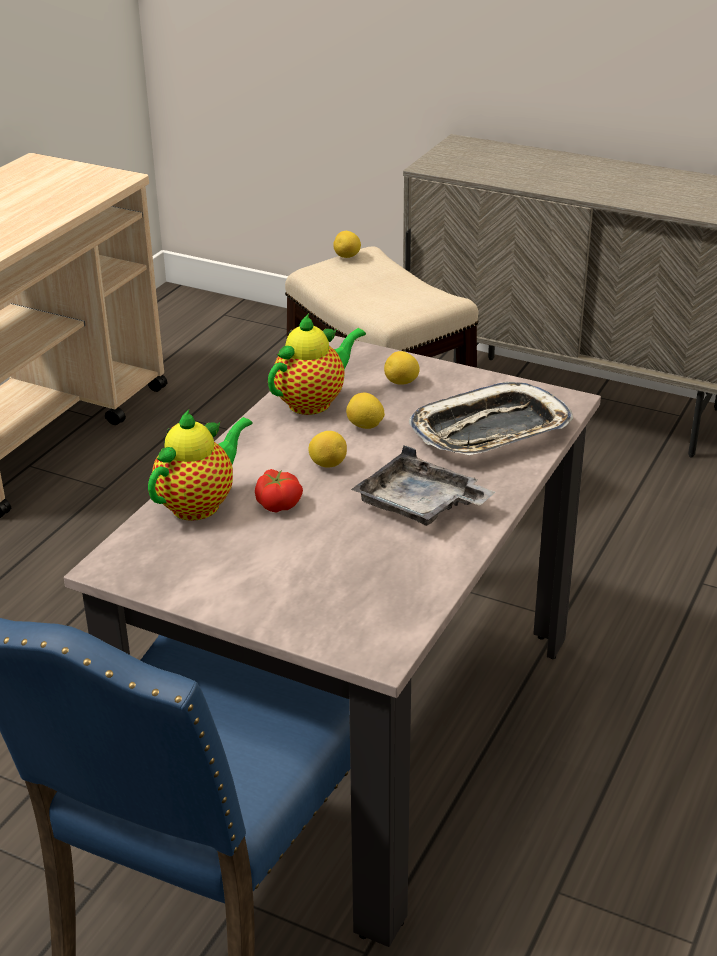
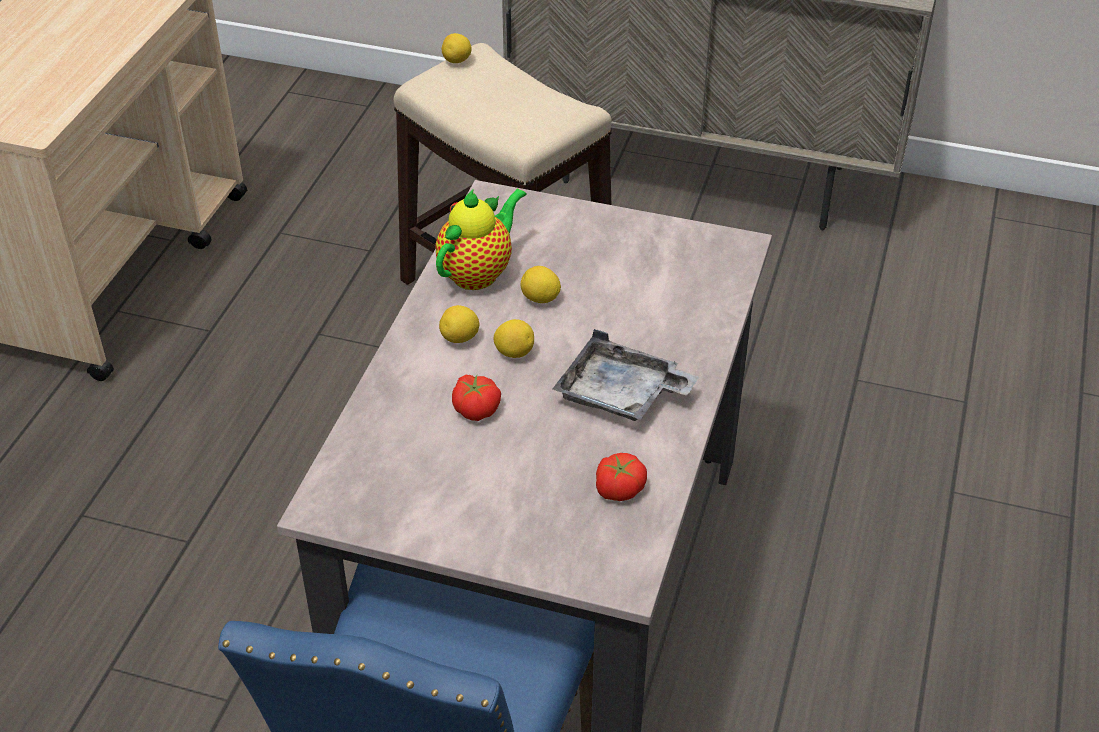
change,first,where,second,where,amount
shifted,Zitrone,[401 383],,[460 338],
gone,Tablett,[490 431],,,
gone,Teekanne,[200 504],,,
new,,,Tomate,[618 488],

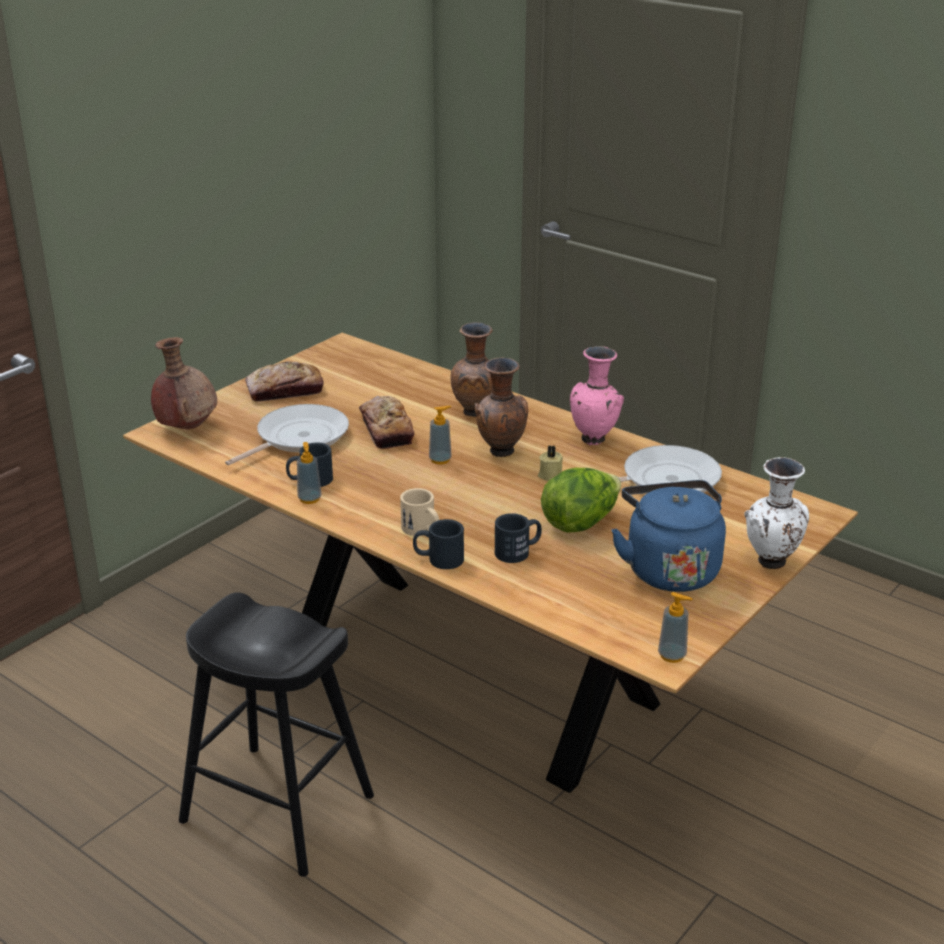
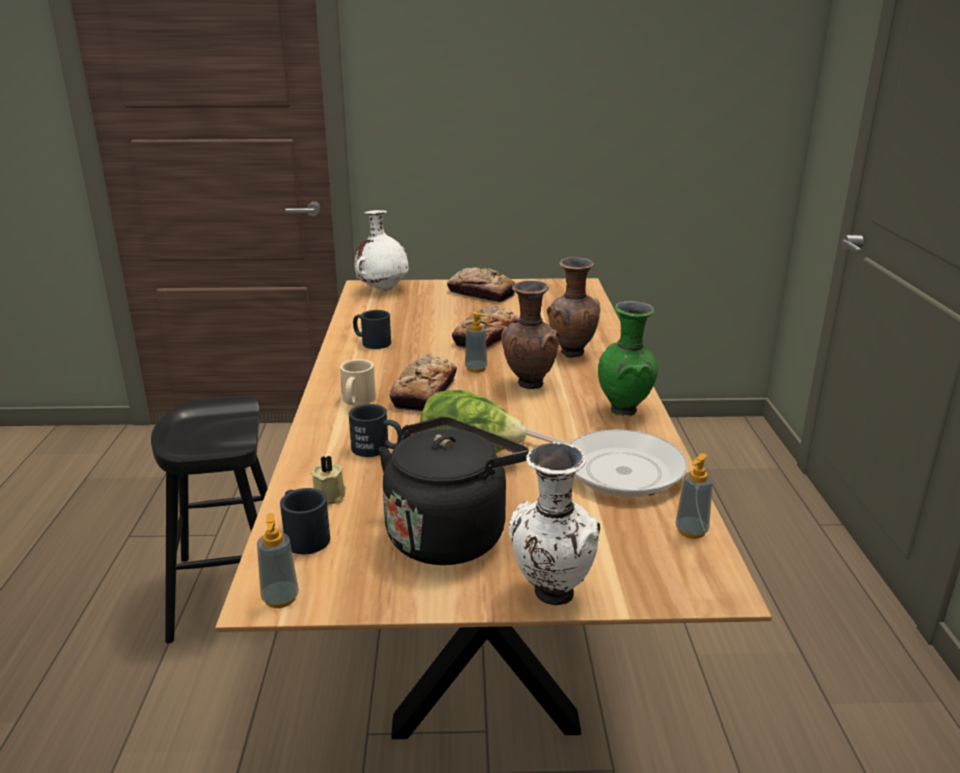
change,first,where,second,where,amount
repainted,Vase [braun],[187 427],Vase [weiß],[383 289],
repainted,Vase [rosa],[595 440],Vase [grün],[625 412],
gone,Pfanne,[298 438],,,
shifted,Seifenspender,[309 499],,[691 531],
shifted,Kerze [beige],[550 475],,[331 495],
repainted,Wasserkessel [blau],[669 569],Wasserkessel [schwarz],[450 534],
shifted,Henkelbecher [schwarz],[438 559],,[303 536],
new,,,Brot,[424 392],

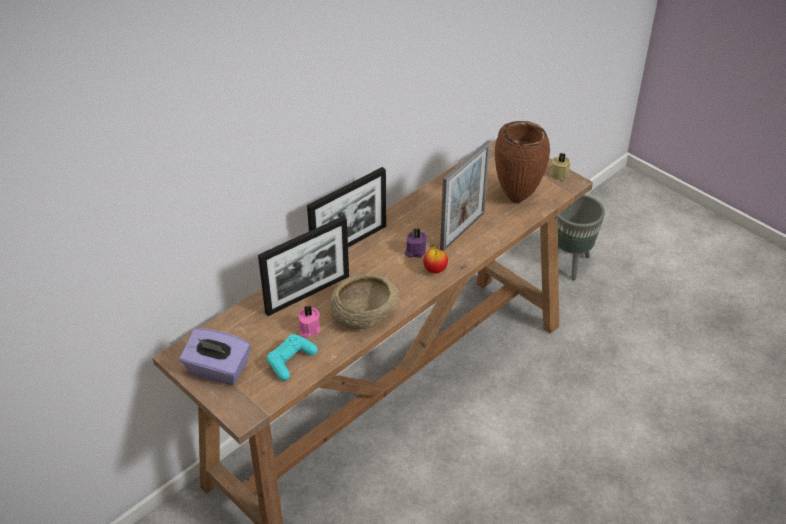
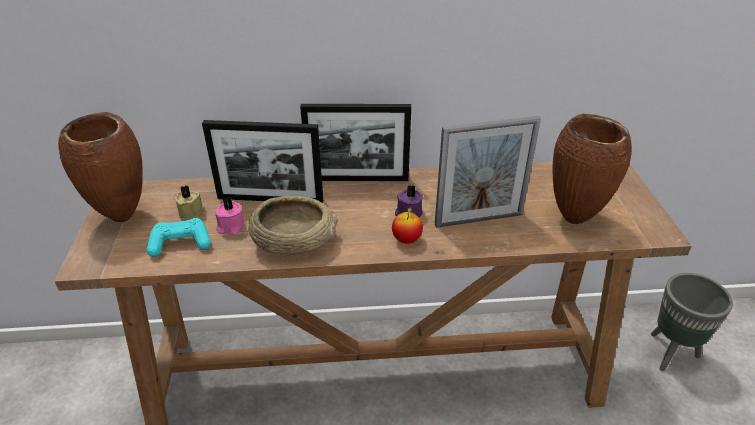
change,first,where,second,where,amount
shifted,Kerze [beige],[559 174],,[192 214],
swapped,Taschentuchbox [lila],[217 370],Vase [braun],[124 217],

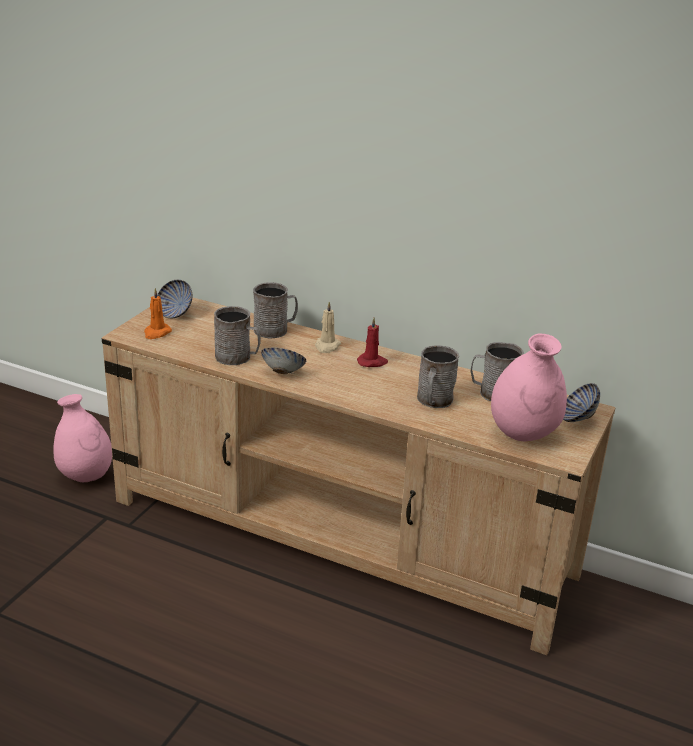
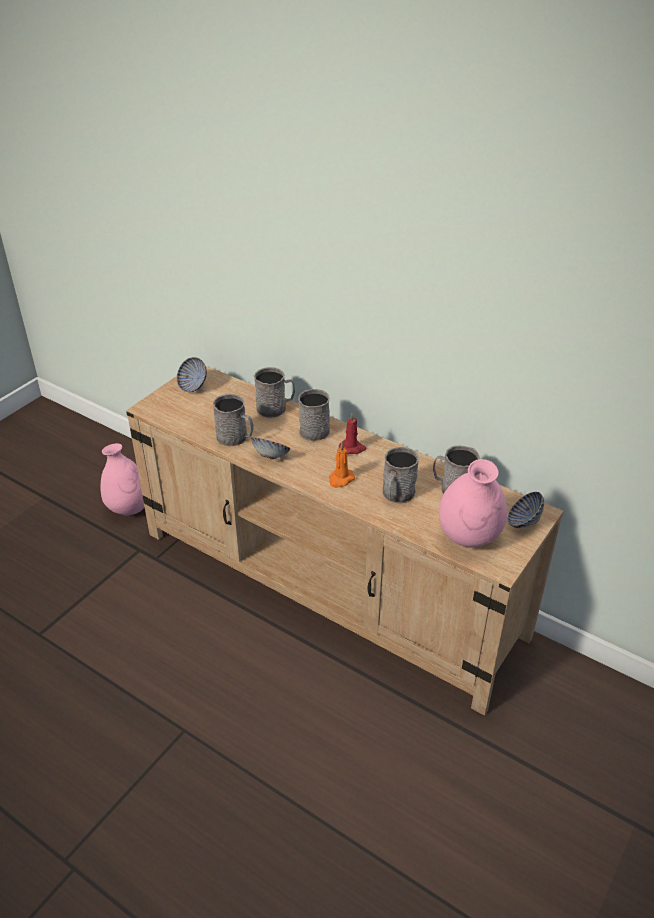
change,first,where,second,where,amount
shifted,Kerze [orange],[156 333],,[340 479],
swapped,Kerze [beige],[327 346],Henkelbecher [grau],[316 428],

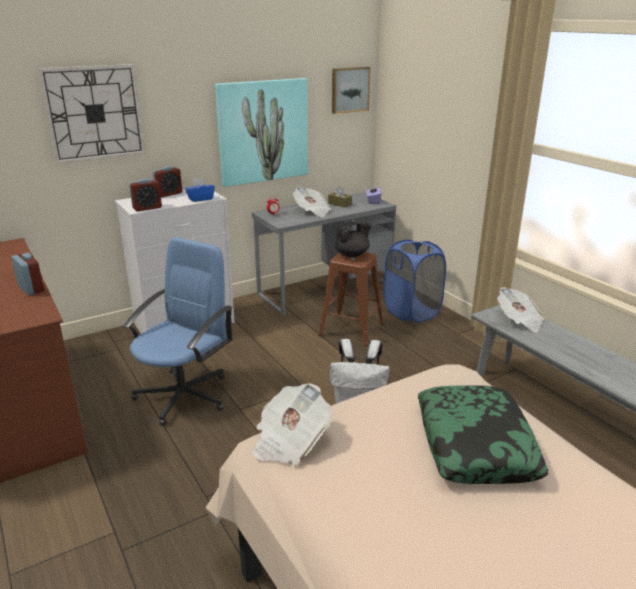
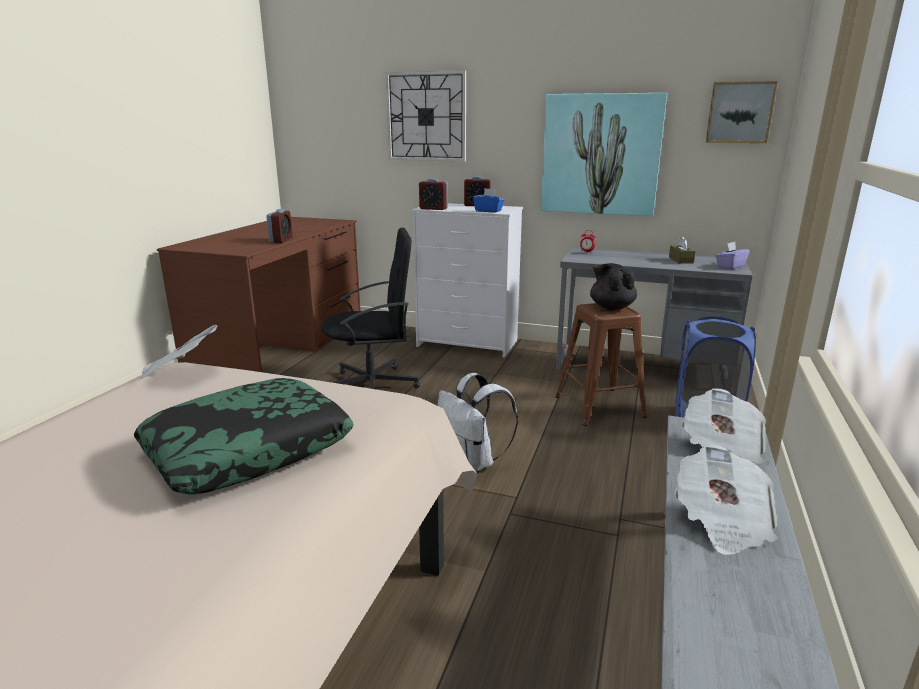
change,first,where,second,where,amount
shifted,Zeitung,[312 212],,[722 522],
rotated,Teekanne [schwarz],[352 255],,[611 307],135 degrees counterclockwise
repainted,Bürostuhl [blau],[184 395],Bürostuhl [schwarz],[373 385],

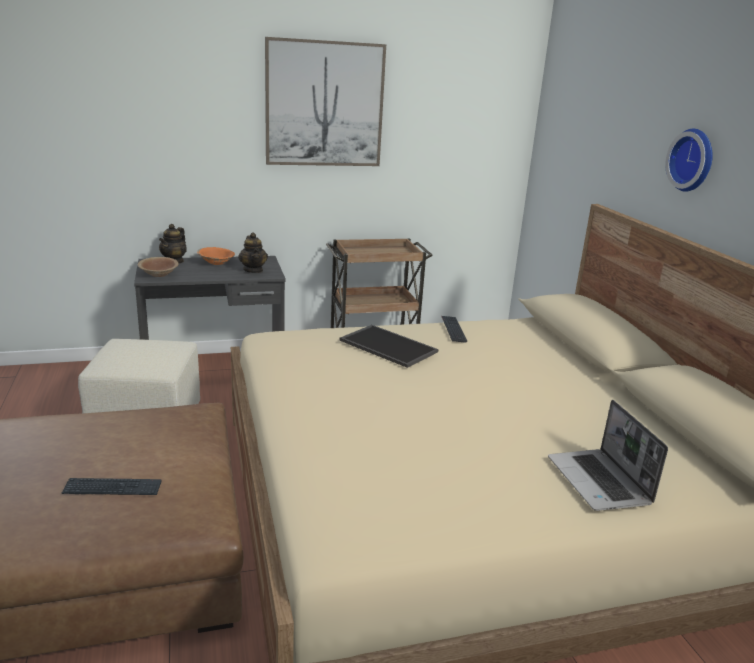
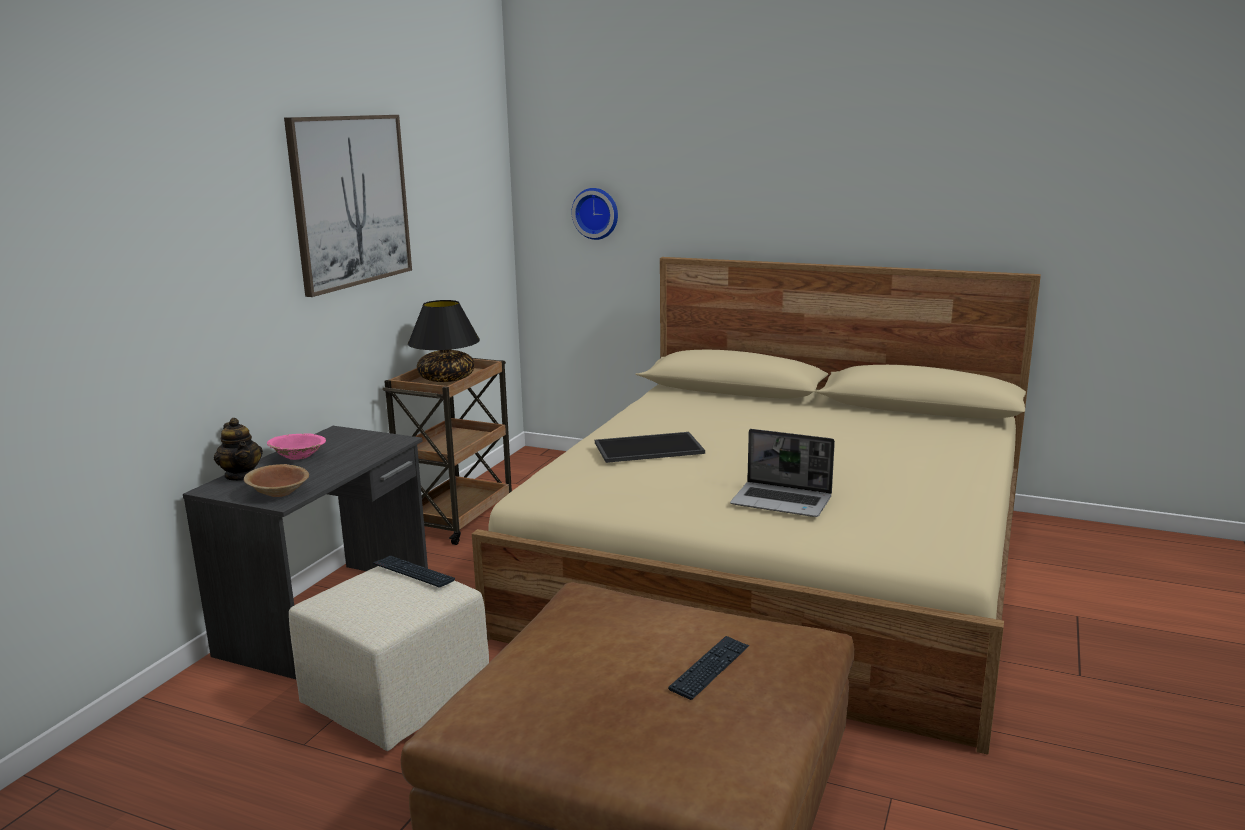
change,first,where,second,where,amount
shifted,Wanduhr,[693 160],,[596 213],
gone,Teekanne,[253 270],,,
repainted,Schüssel [orange],[216 263],Schüssel [rosa],[298 456],
shifted,Tastatur,[453 329],,[413 573],
shifted,Laptop,[600 482],,[782 501],
new,,,Tischlampe [schwarz],[446 378],

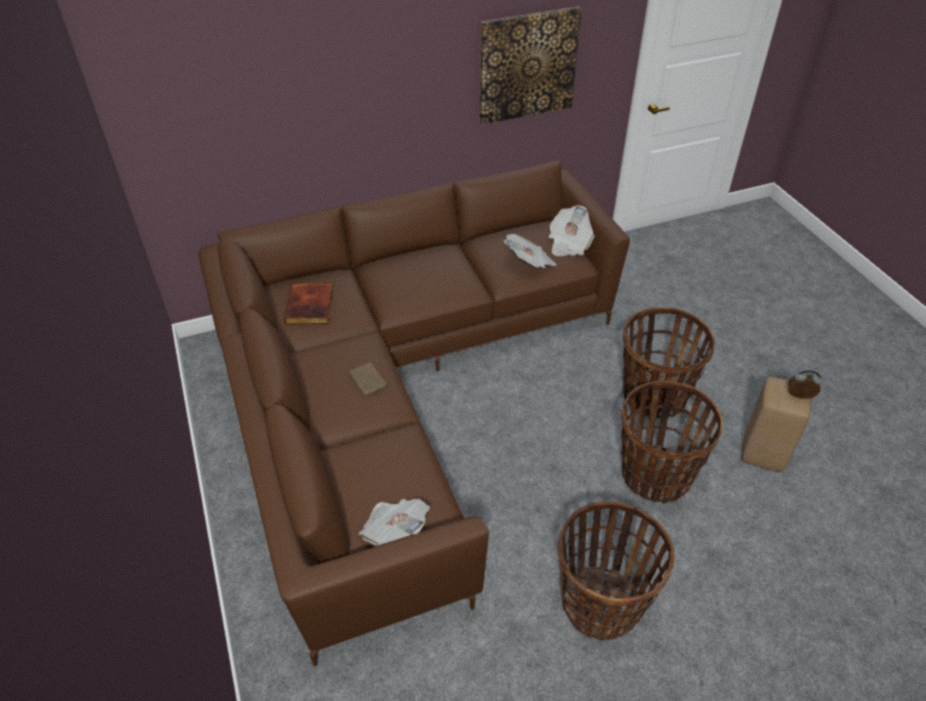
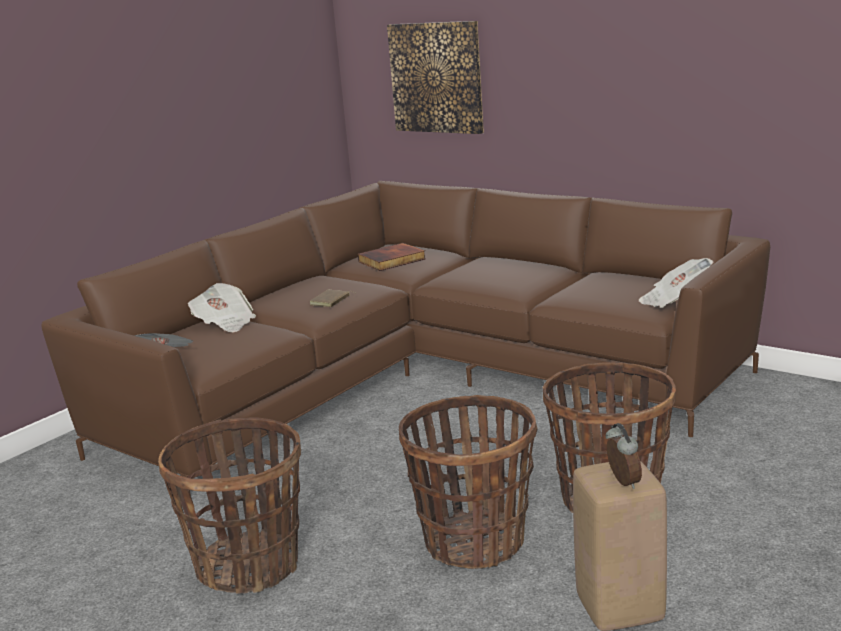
change,first,where,second,where,amount
shifted,Bild,[527 65],,[436 77],
shifted,Zeitung,[529 263],,[223 323],

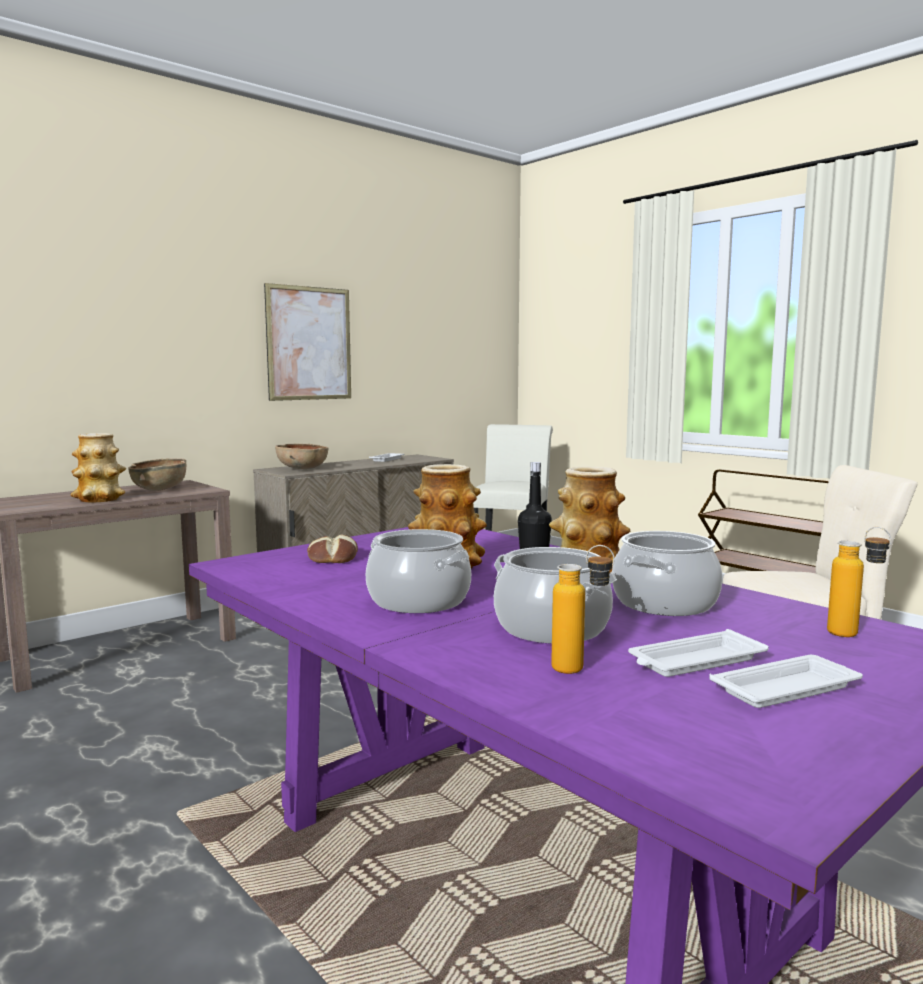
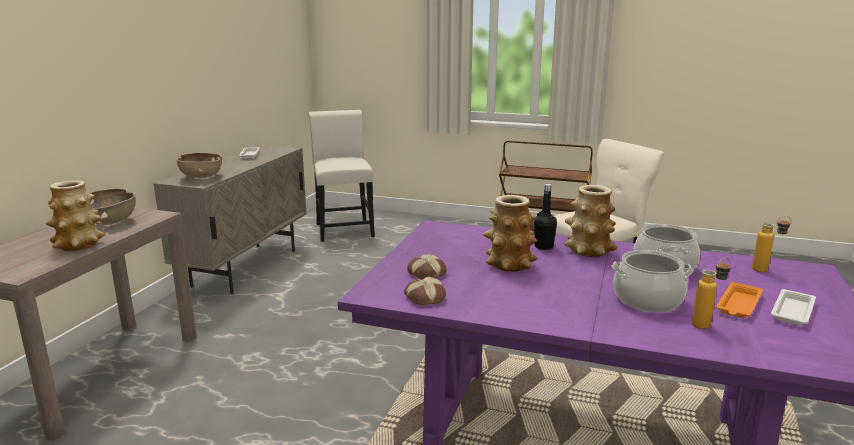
change,first,where,second,where,amount
gone,Bild,[309 343],,,
gone,Kochtopf,[419 601],,,
repainted,Tablett [weiß],[695 661],Tablett [orange],[738 305],
new,,,Brot,[424 297],

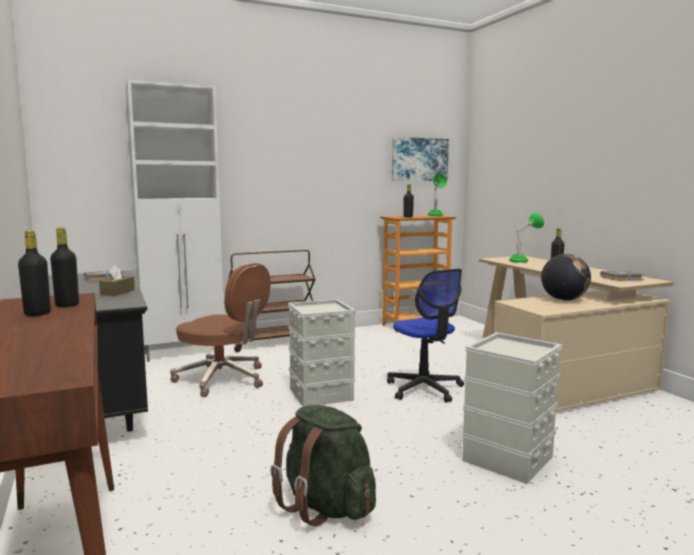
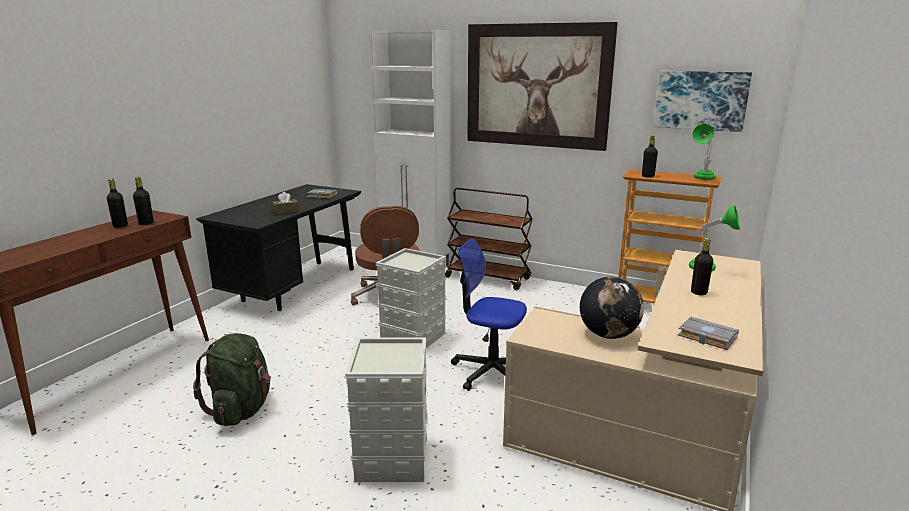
change,first,where,second,where,amount
rotated,Bürostuhl,[424 389],,[490 371],90 degrees clockwise
new,,,Bild,[536 86],

